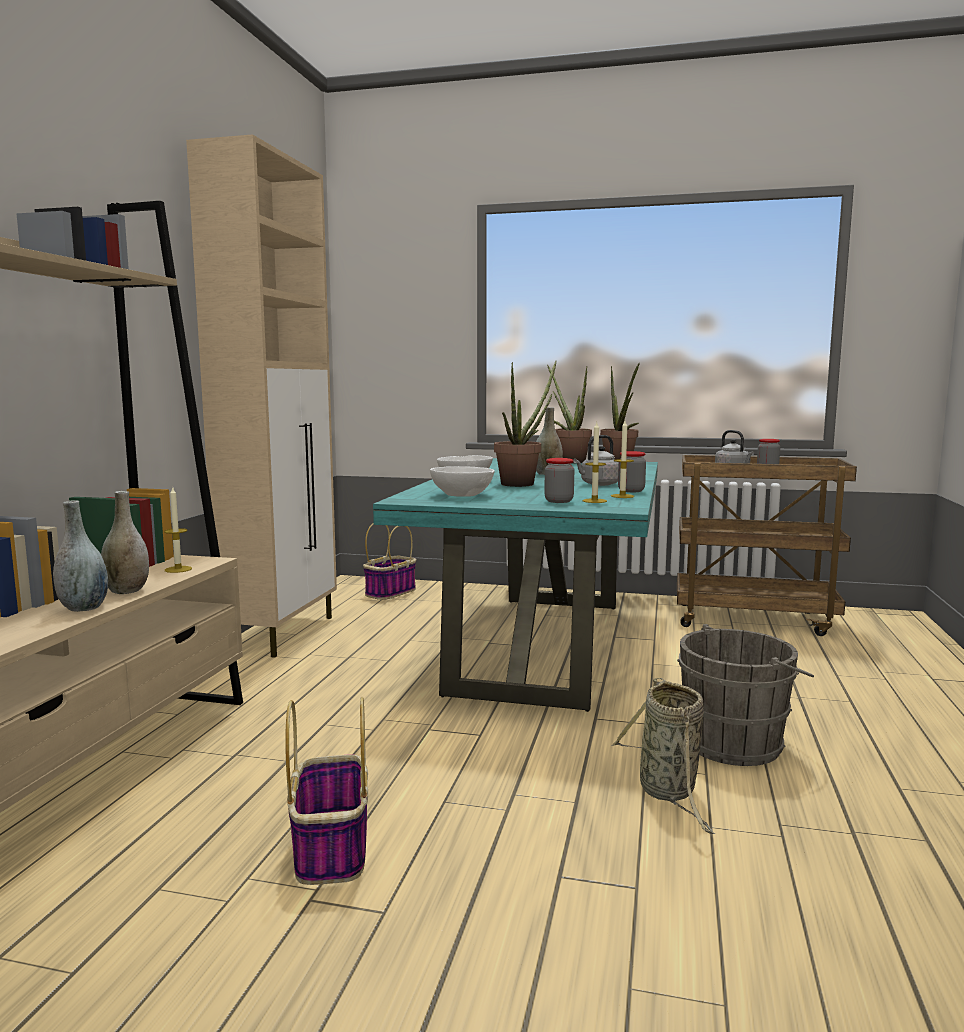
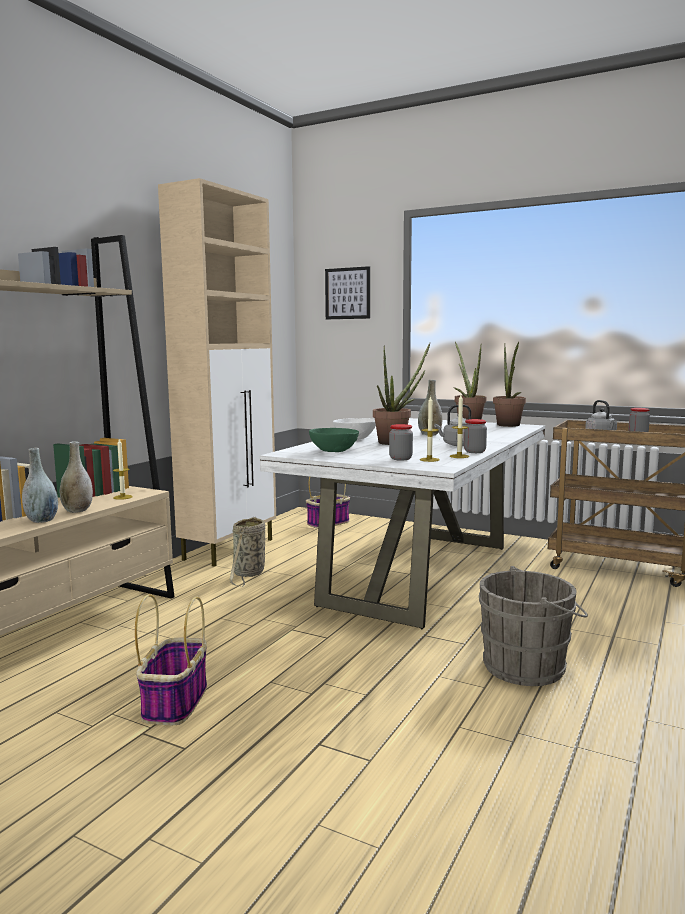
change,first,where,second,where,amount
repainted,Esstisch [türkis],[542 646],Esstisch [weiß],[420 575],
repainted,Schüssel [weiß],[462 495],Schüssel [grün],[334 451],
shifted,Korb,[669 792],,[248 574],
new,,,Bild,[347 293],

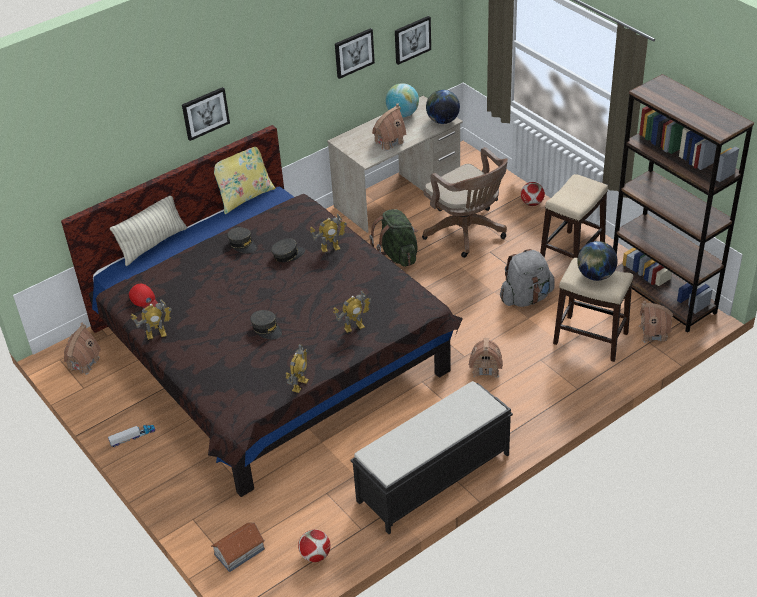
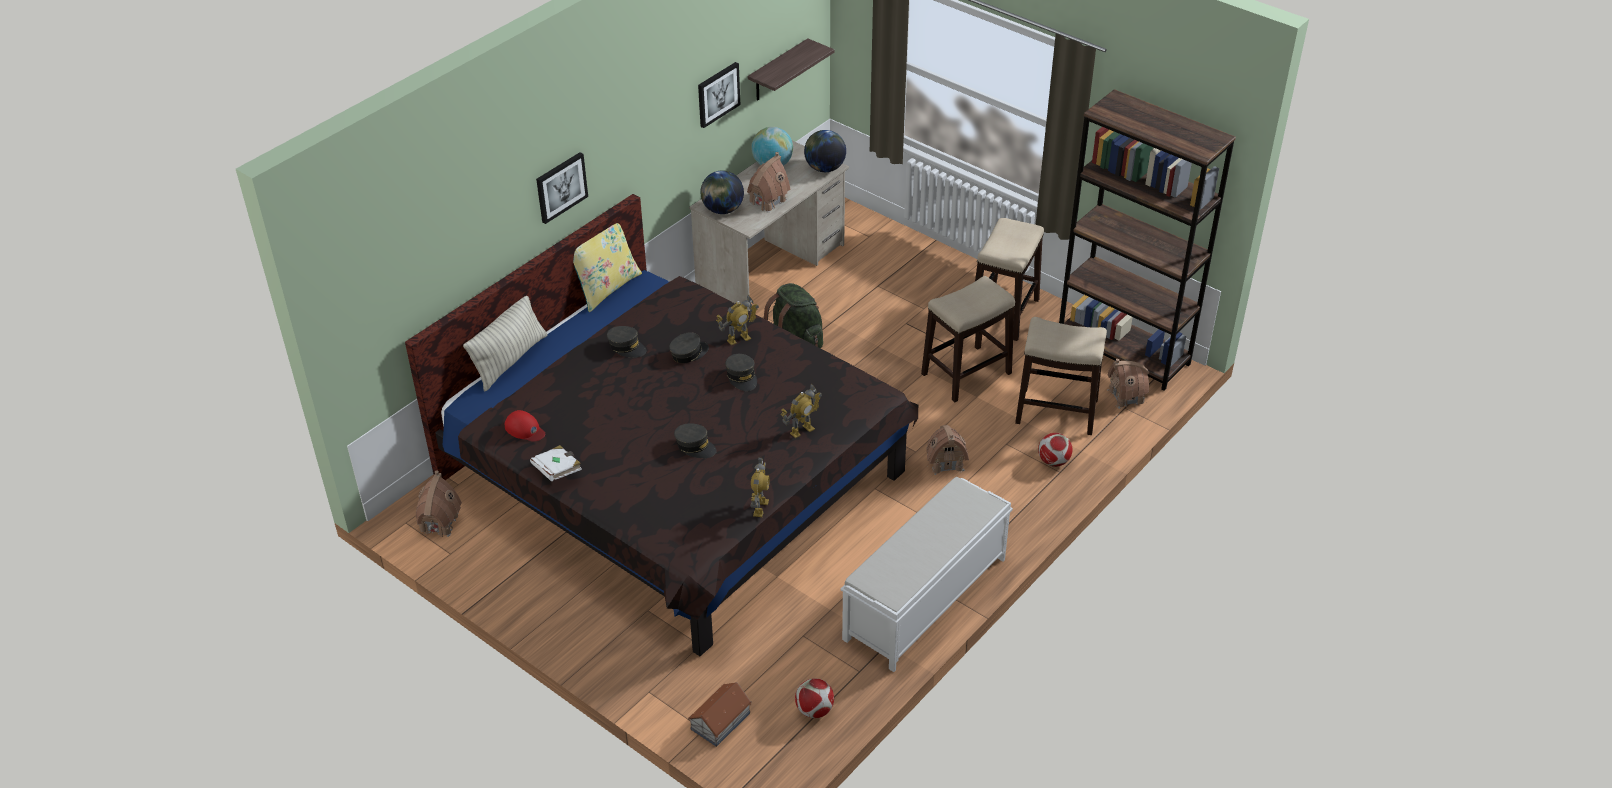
change,first,where,second,where,amount
swapped,Bild,[412 39],Wandregal,[778 71],
gone,Bürostuhl [braun],[467 233],,,
shifted,Fußball,[532 203],,[1053 461],
shifted,Globus,[595 275],,[722 210],
swapped,Rucksack [grau],[526 298],Hocker,[967 373],
swapped,Spielzeugroboter,[156 335],Buch [weiß],[558 471],
repainted,Bank [schwarz],[432 478],Bank [weiß],[924 600],
gone,Spielzeuglaster,[133 437],,,
new,,,Kappe [grau],[742 377],

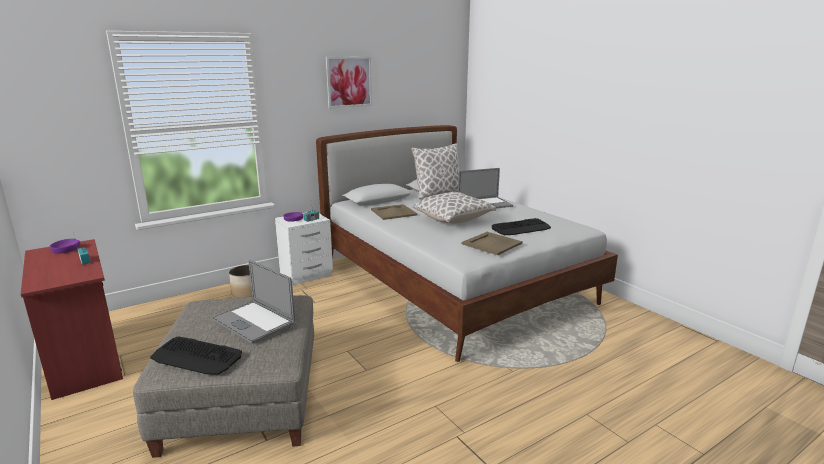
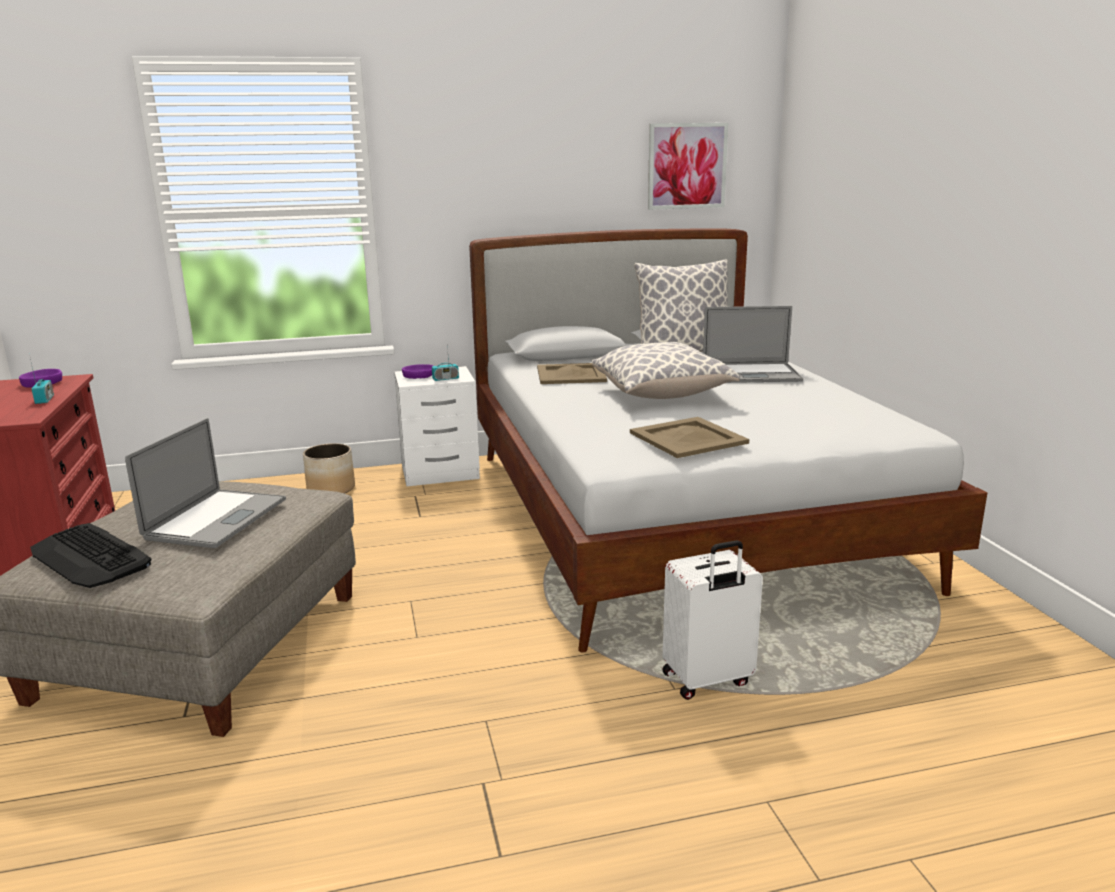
change,first,where,second,where,amount
shifted,Bild,[349 82],,[687 166],
gone,Tastatur,[521 228],,,
rotated,Laptop,[253 321],,[216 518],135 degrees counterclockwise
new,,,Koffer [weiß],[707 680],

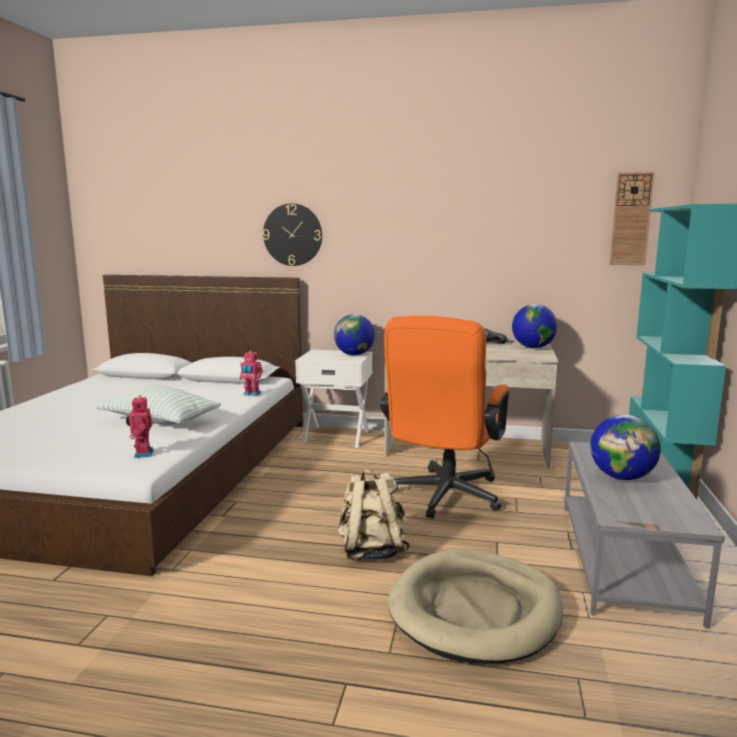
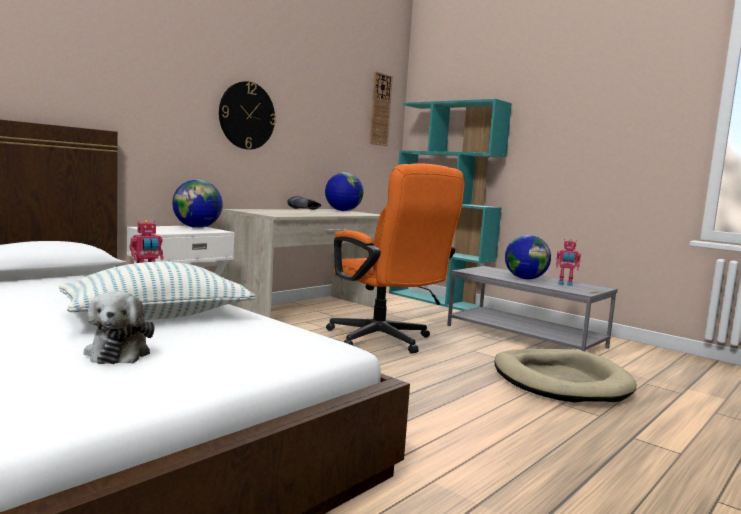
change,first,where,second,where,amount
shifted,Wanduhr,[292 235],,[247 115],
shifted,Spielzeugroboter,[142 454],,[565 284],
gone,Rucksack [beige],[371 551],,,
new,,,Plüschtier,[119 352],

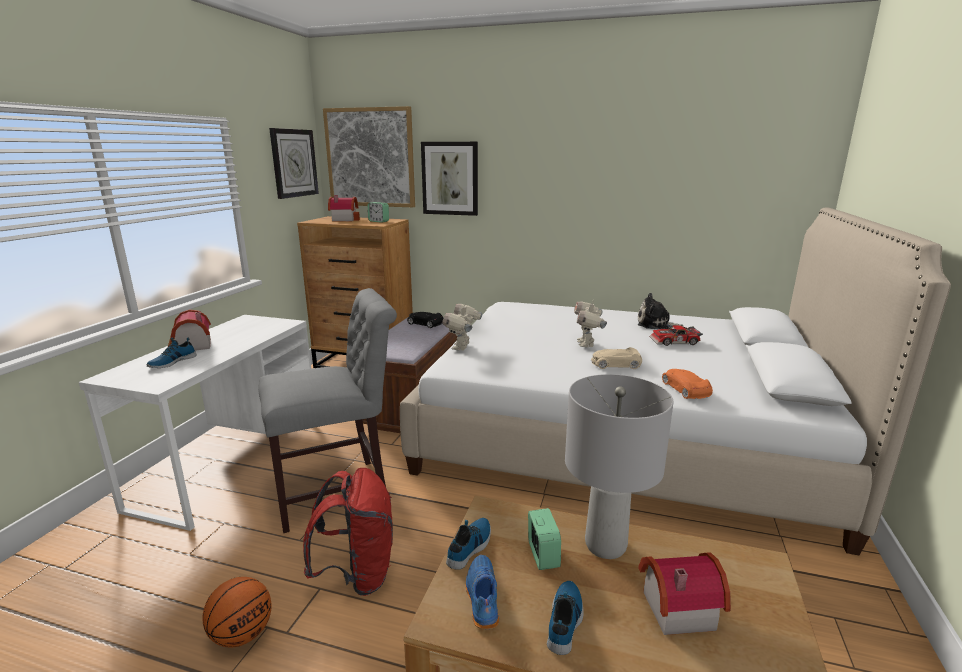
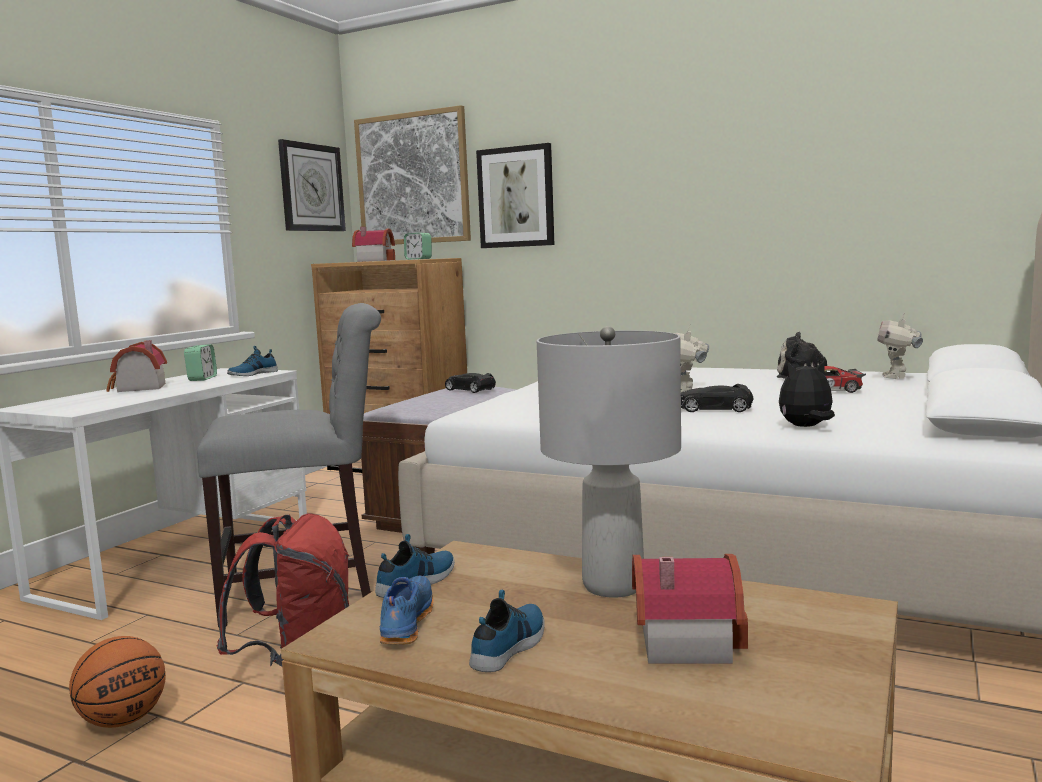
change,first,where,second,where,amount
shifted,Spielzeugroboter,[462 347],,[896 377],
shifted,Schuh,[172 362],,[252 374],
repainted,Spielzeugauto [beige],[615 364],Spielzeugauto [schwarz],[714 409],
swapped,Spielzeugauto [orange],[685 389],Plüschtier,[806 427],
shifted,Wecker,[543 555],,[202 378],

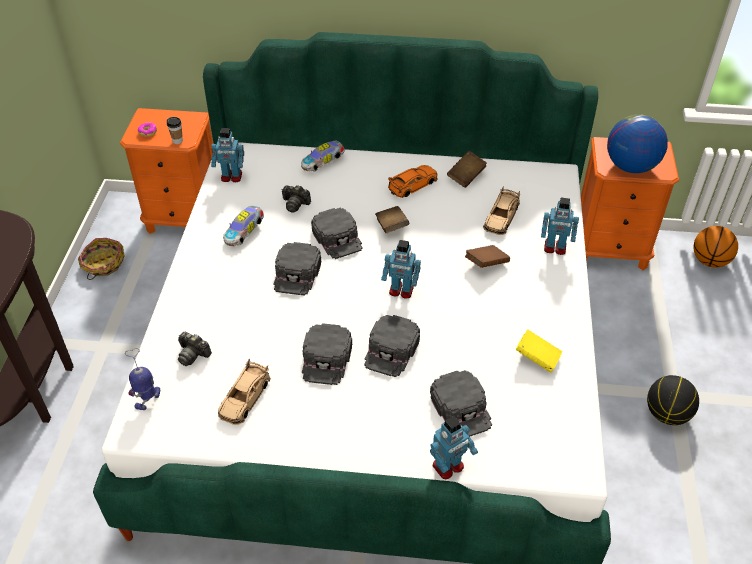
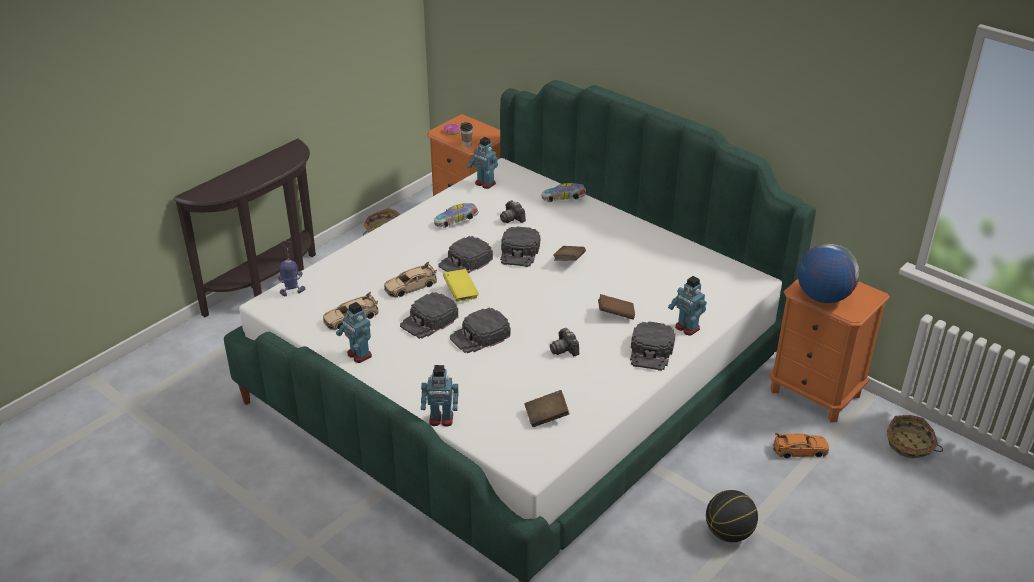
change,first,where,second,where,amount
shifted,Buch [braun],[466 176],,[546 416],
shifted,Spielzeugauto [orange],[412 185],,[800 450],
shifted,Spielzeugauto [beige],[501 217],,[411 286],
swapped,Basketball,[709 261],Korb,[909 445],
shifted,Spielzeugroboter,[401 291],,[359 355],
shifted,Buch [gelb],[537 358],,[461 293],
shifted,Kamera,[193 354],,[564 349],
shifted,Kappe [schwarz],[461 408],,[651 351],

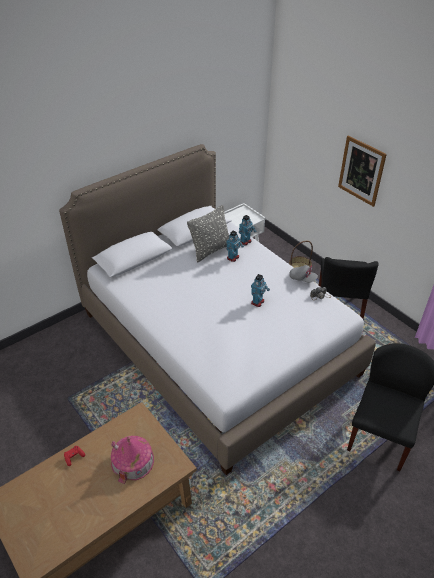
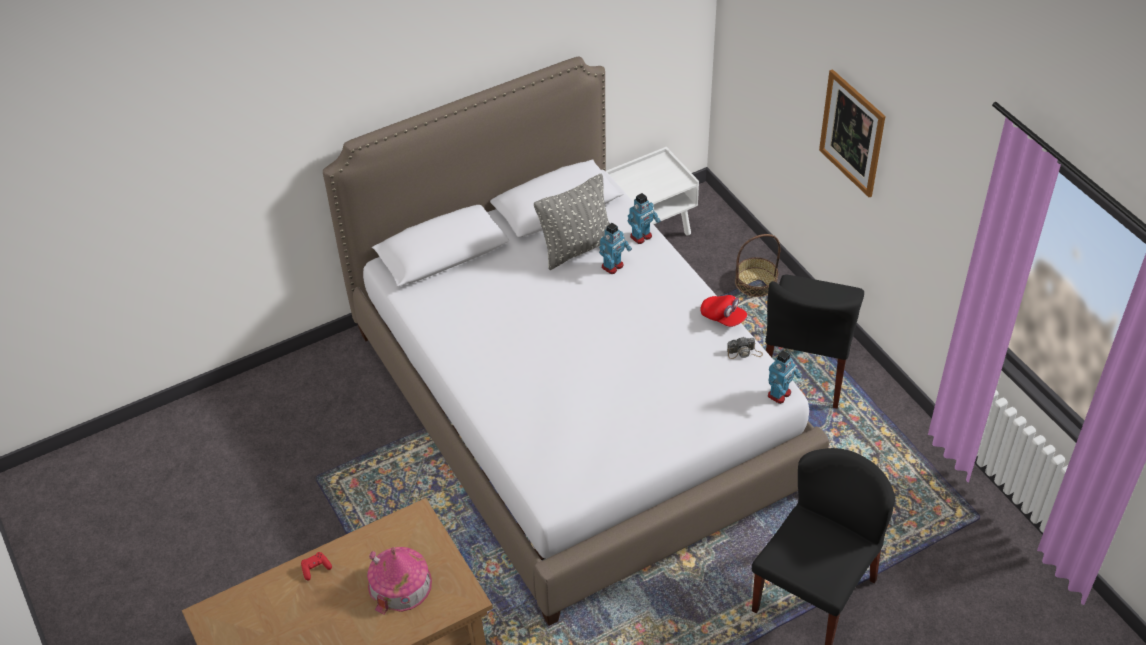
change,first,where,second,where,amount
repainted,Kappe [grau],[302 279],Kappe [rot],[723 317],
shifted,Spielzeugroboter,[258 302],,[779 394],

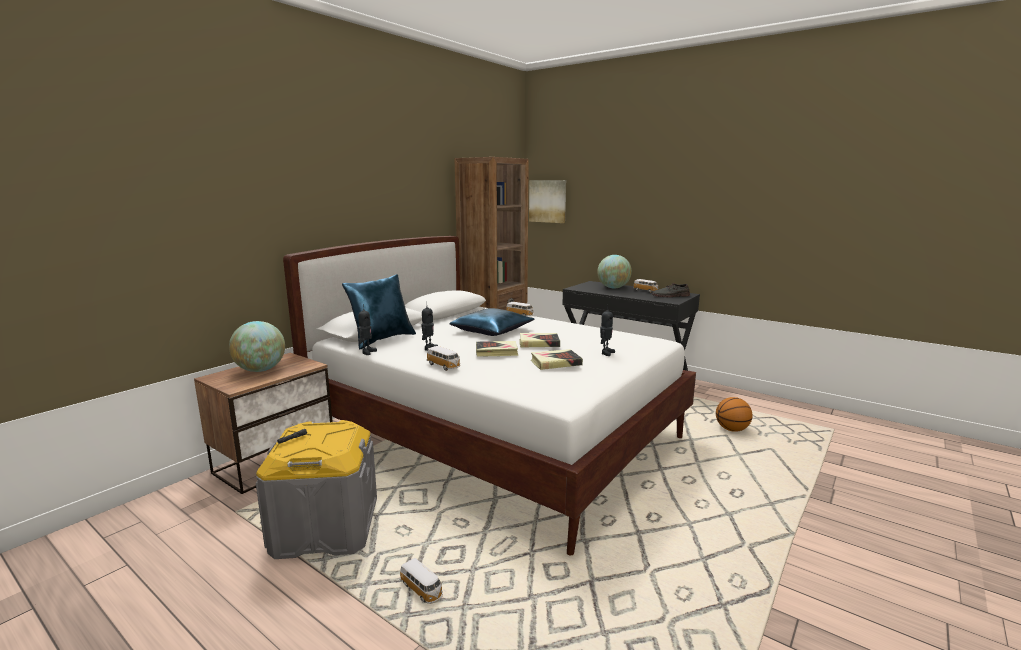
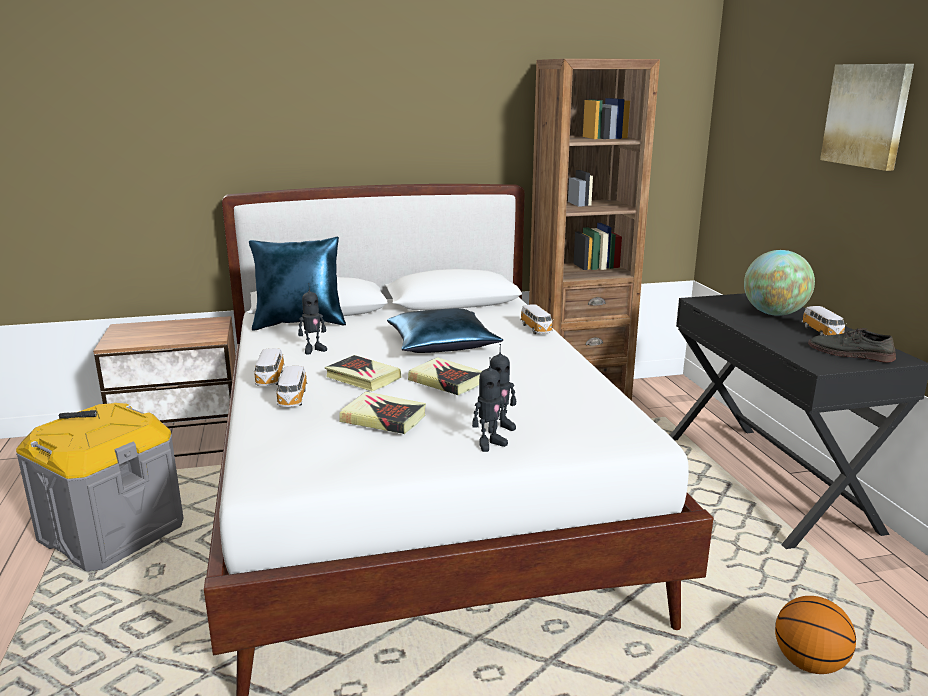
change,first,where,second,where,amount
shifted,Bild,[548 201],,[867 115],
shifted,Spielzeugroboter,[367 352],,[489 443],
gone,Globus,[260 370],,,
shifted,Spielzeugauto,[422 590],,[292 399],

